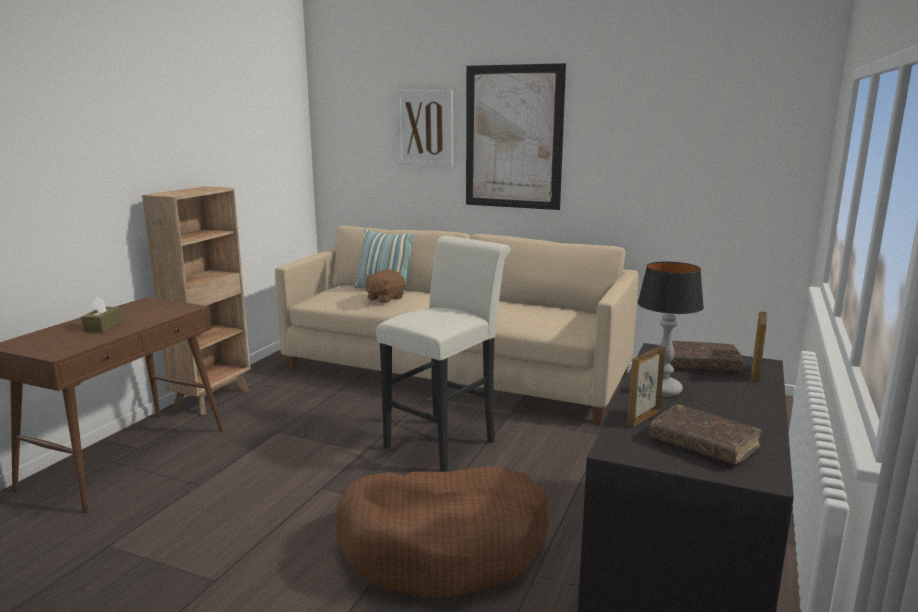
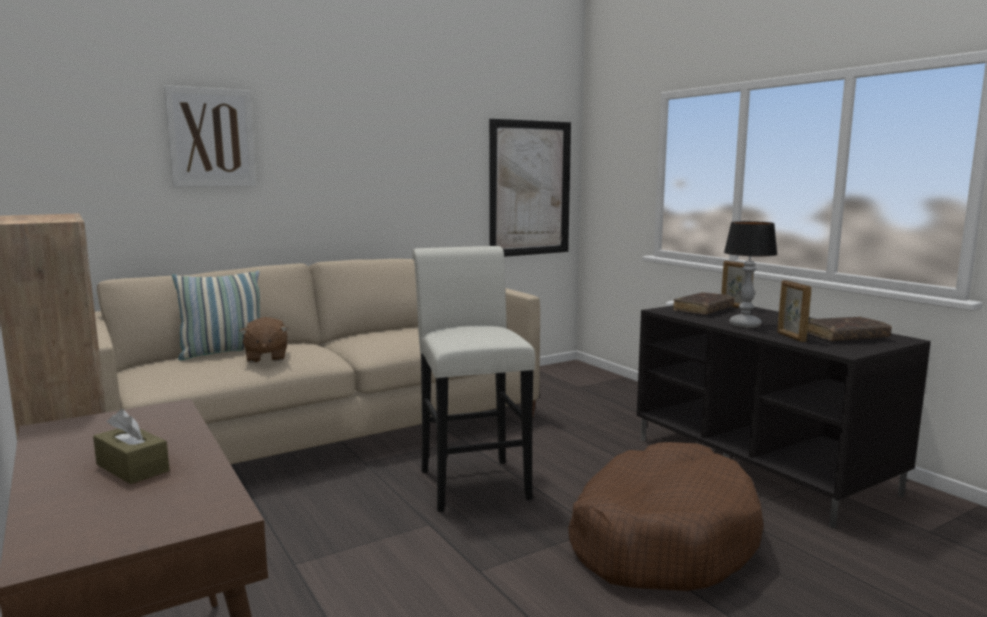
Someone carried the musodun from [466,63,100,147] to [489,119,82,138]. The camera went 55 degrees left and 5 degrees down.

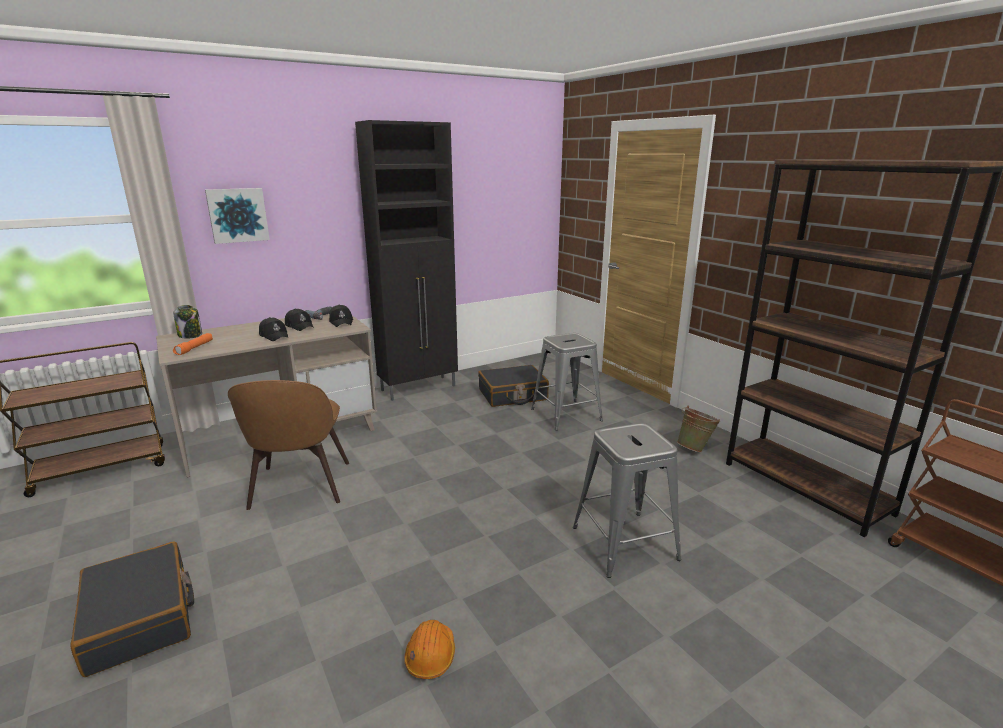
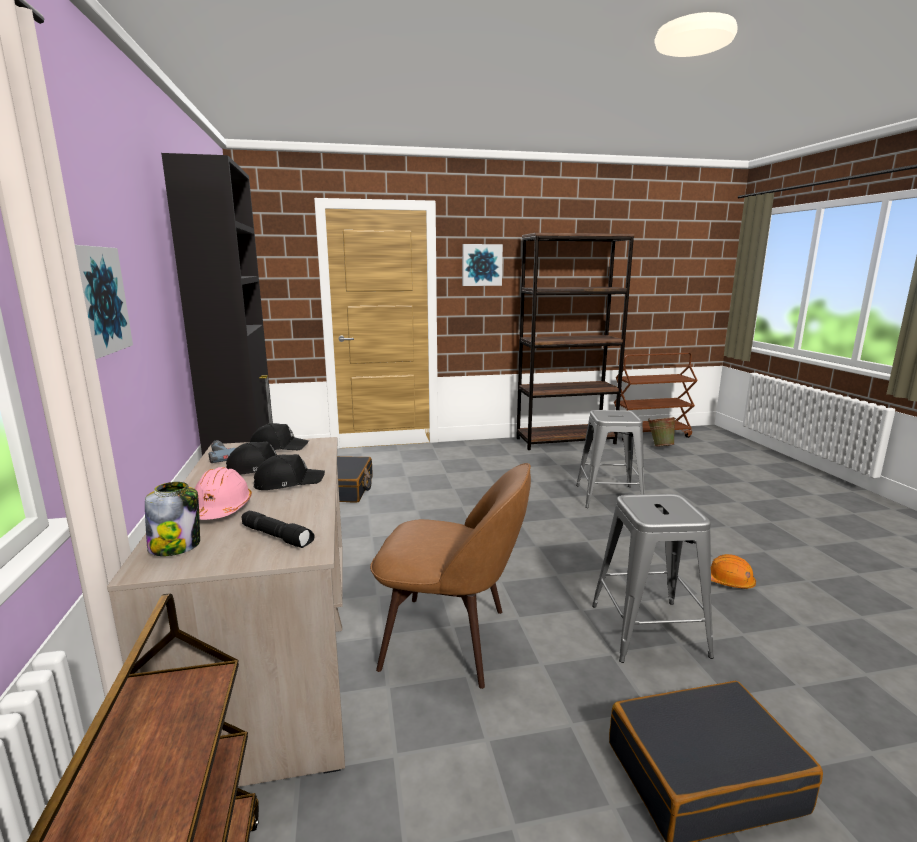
Someone put down the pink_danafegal at [195,467,57,53]. Someone repainted the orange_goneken at [173,333,40,22], which became the black_goneken at [242,511,72,37]. Someone put up the musodun at [462,244,41,42]. Someone carried the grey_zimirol from [531,333,72,98] to [592,494,122,169]. Someone carried the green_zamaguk from [677,405,44,48] to [648,417,28,30]. The camera went 70 degrees left and 5 degrees down.

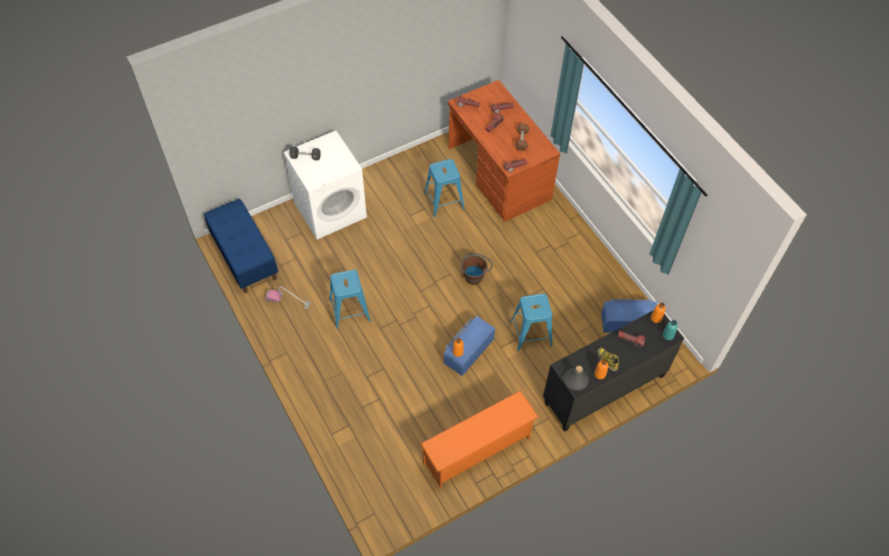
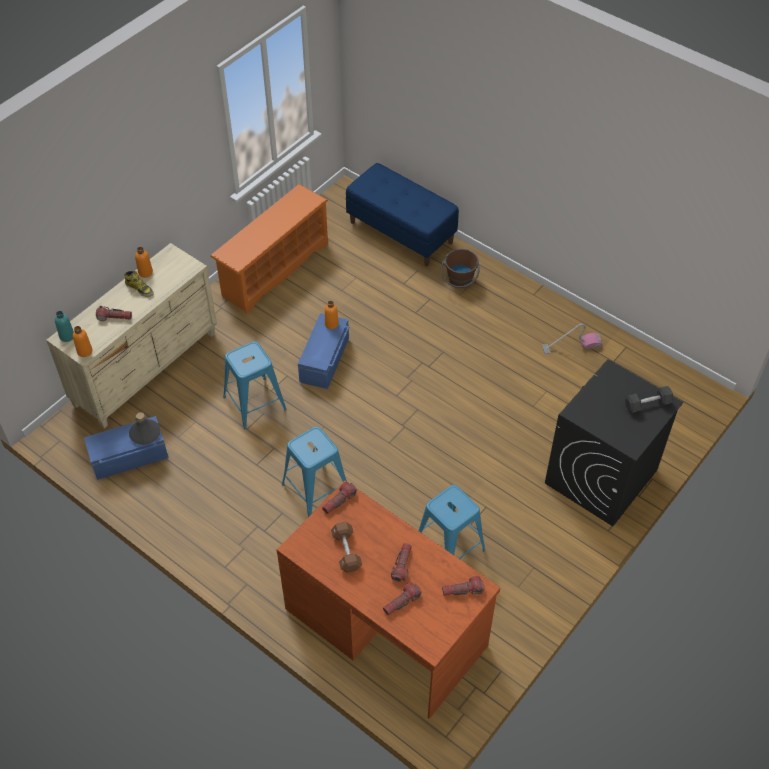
Someone repainted the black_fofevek at [543,310,141,122], which became the beige_fofevek at [46,243,171,186]. Someone carried the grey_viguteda from [564,366,25,24] to [129,412,32,33]. Someone carried the blue_zimirol from [329,270,42,59] to [282,426,65,91]. Someone carried the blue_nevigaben from [204,199,74,94] to [346,163,113,103]. Someone carried the brown_zamaguk from [461,253,32,32] to [441,249,39,39]. Someone repainted the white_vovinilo at [283,131,84,108], which became the black_vovinilo at [545,359,138,167]. The camera went 160 degrees right and 5 degrees down.

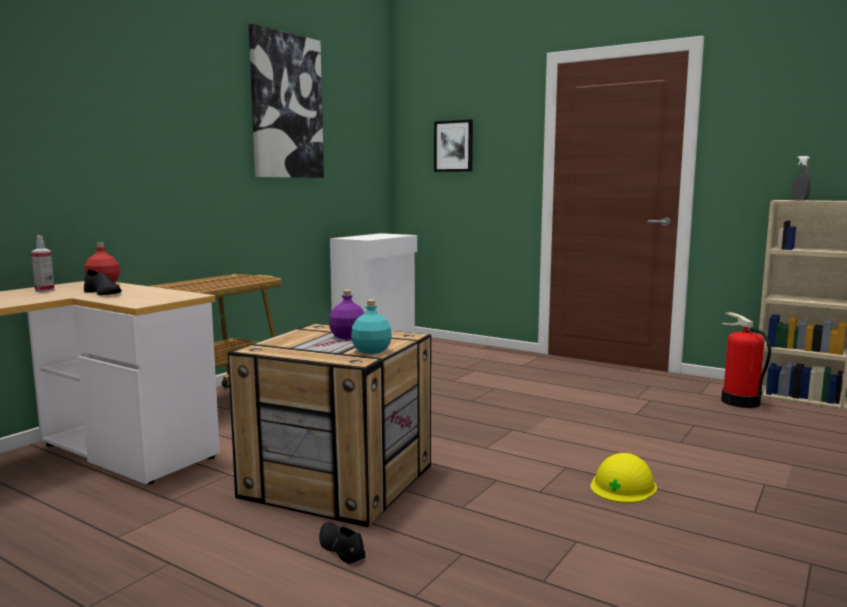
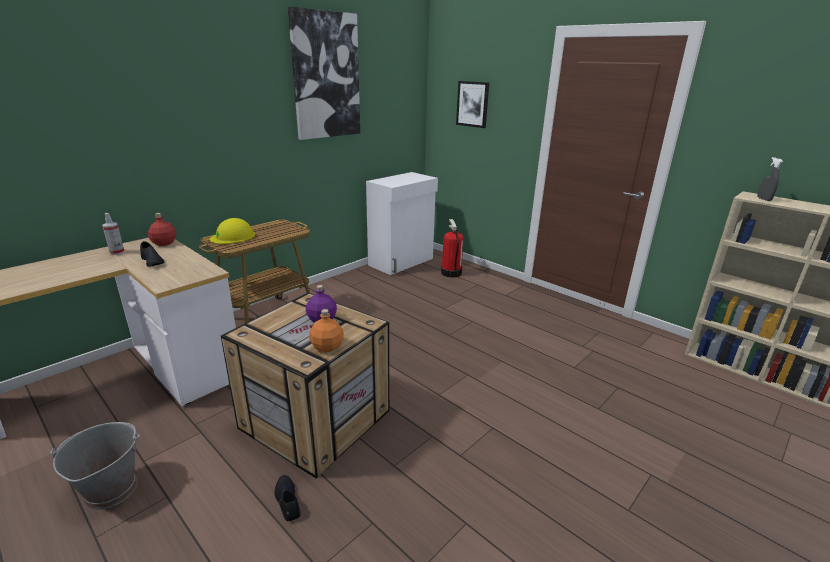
Someone put down the grey_zamaguk at [50,422,90,88]. Someone carried the yellow_danafegal from [590,453,67,50] to [210,218,45,26]. Someone repainted the turquoise_viguteda at [351,299,41,55], which became the orange_viguteda at [309,309,35,43]. Someone carried the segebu from [721,312,50,96] to [441,219,23,58]. The camera went 10 degrees right and 15 degrees up.

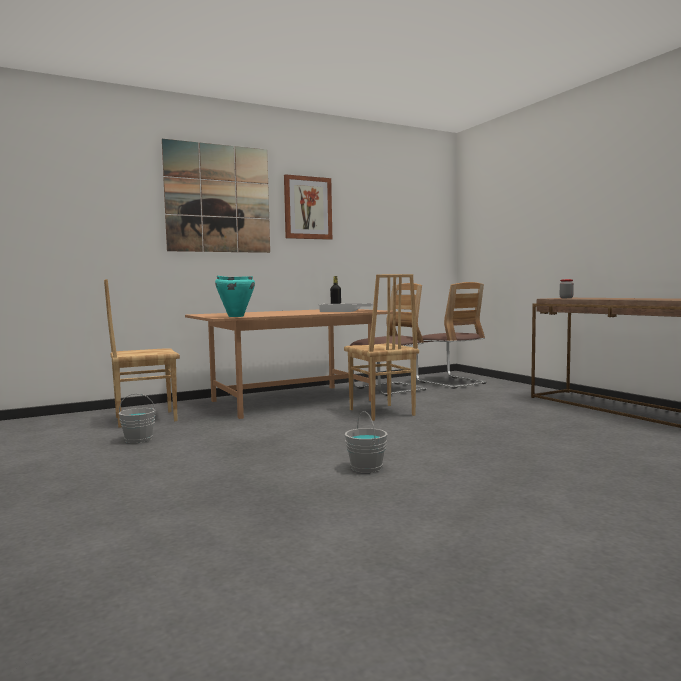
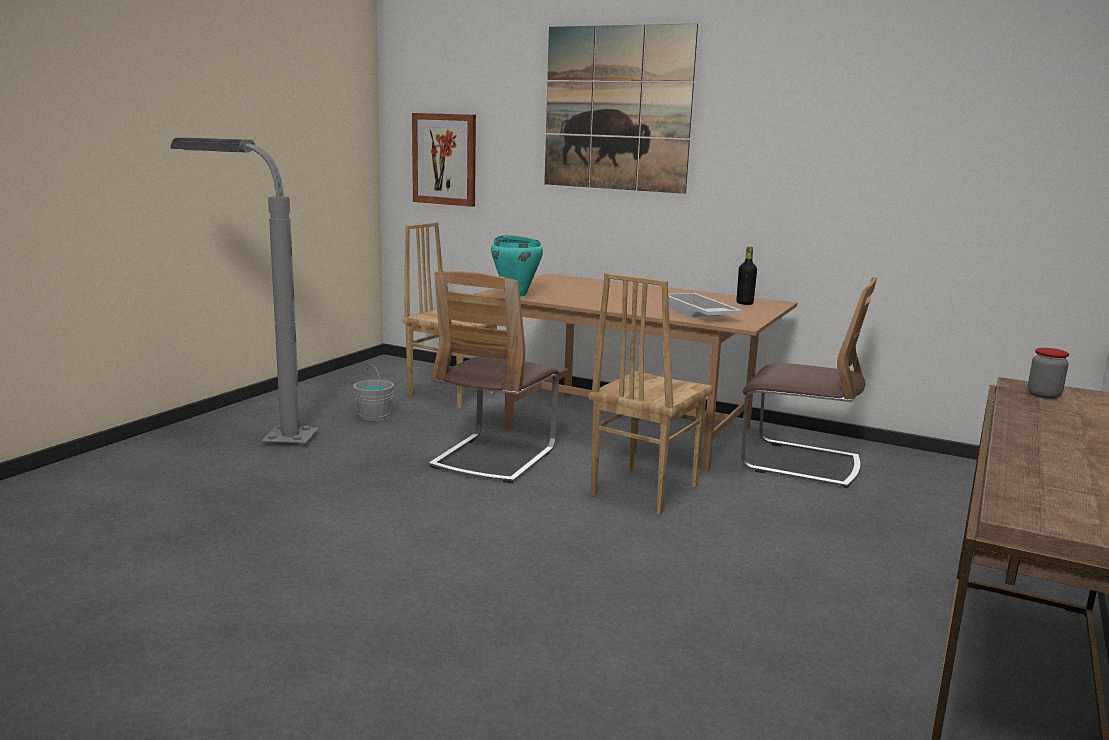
Someone put down the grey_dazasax at [170,138,149,308]. Someone carried the musodun from [284,174,48,66] to [412,113,64,94]. Someone carried the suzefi from [416,282,71,107] to [428,271,131,212]. Someone took away the grey_zamaguk at [345,411,43,62]. The camera went 55 degrees right and 10 degrees up.

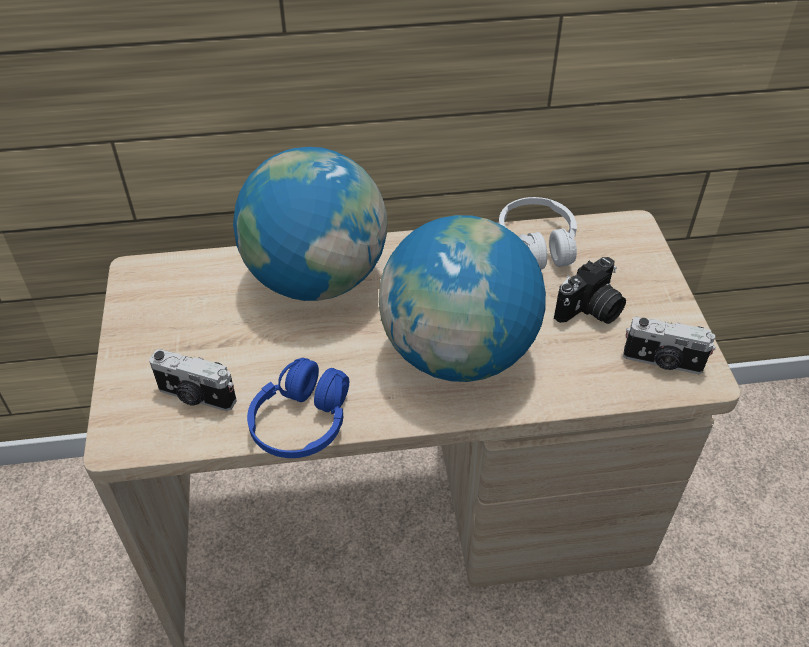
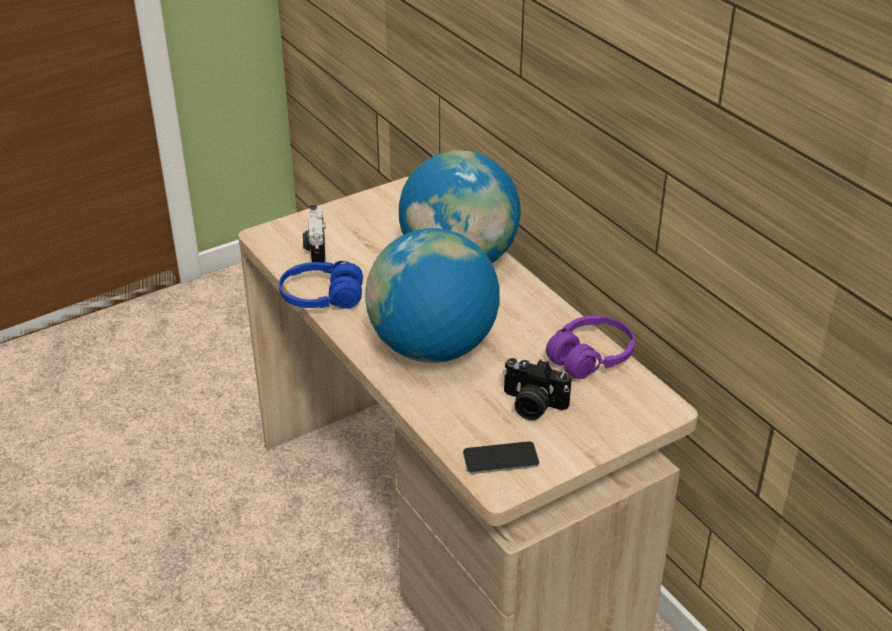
Someone swapped the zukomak at [623,317,92,57] for the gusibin at [463,441,76,33]. Someone repainted the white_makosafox at [499,197,78,73], which became the purple_makosafox at [546,316,89,63]. The camera went 65 degrees right and 10 degrees down.

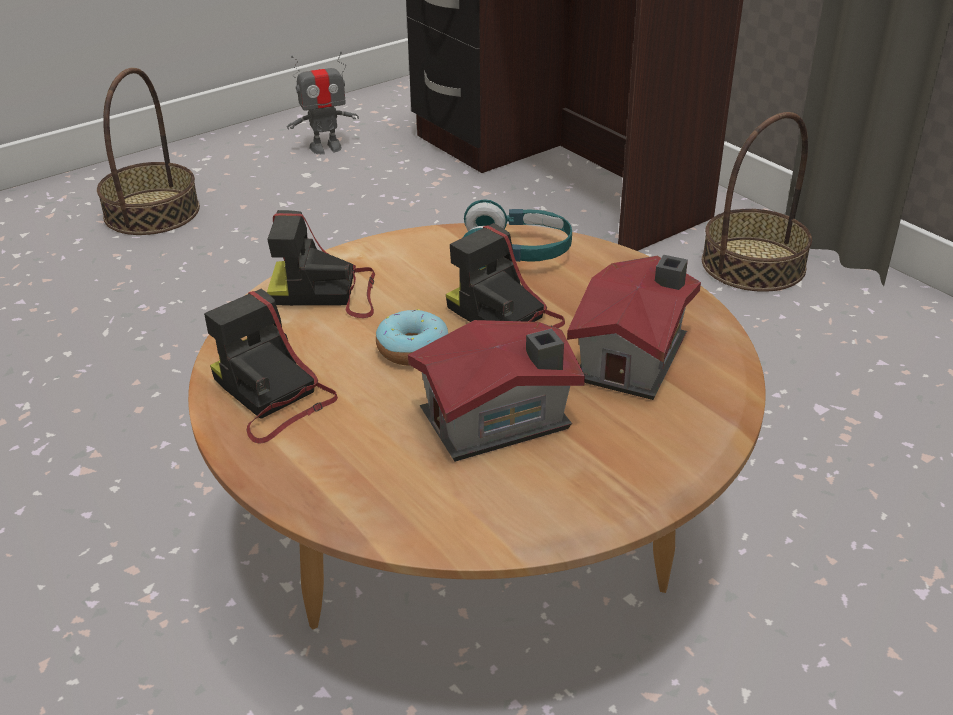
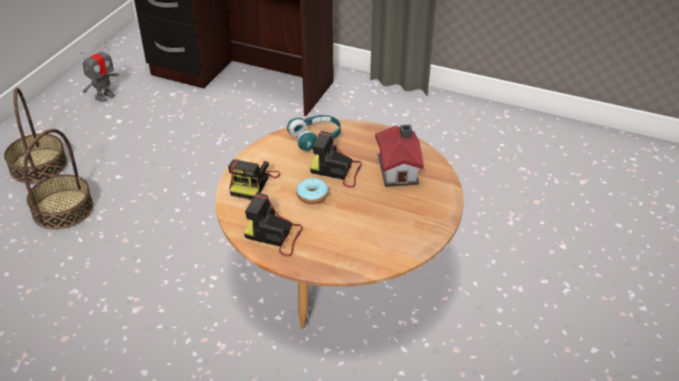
Someone carried the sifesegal from [702,112,110,180] to [23,129,70,100]. Someone rotated the zukomak at [267,210,108,108] by 45 degrees counterclockwise. Someone took away the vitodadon at [408,320,177,142]. The camera went 30 degrees left and 5 degrees up.

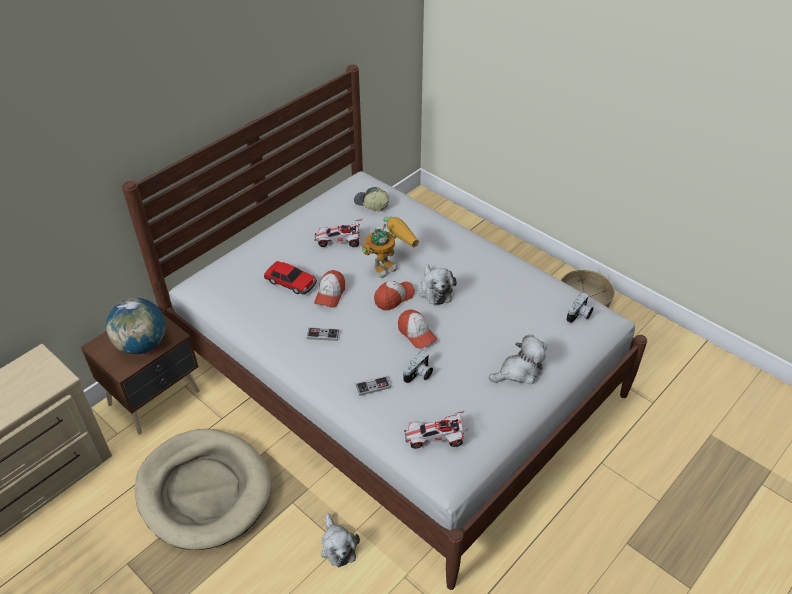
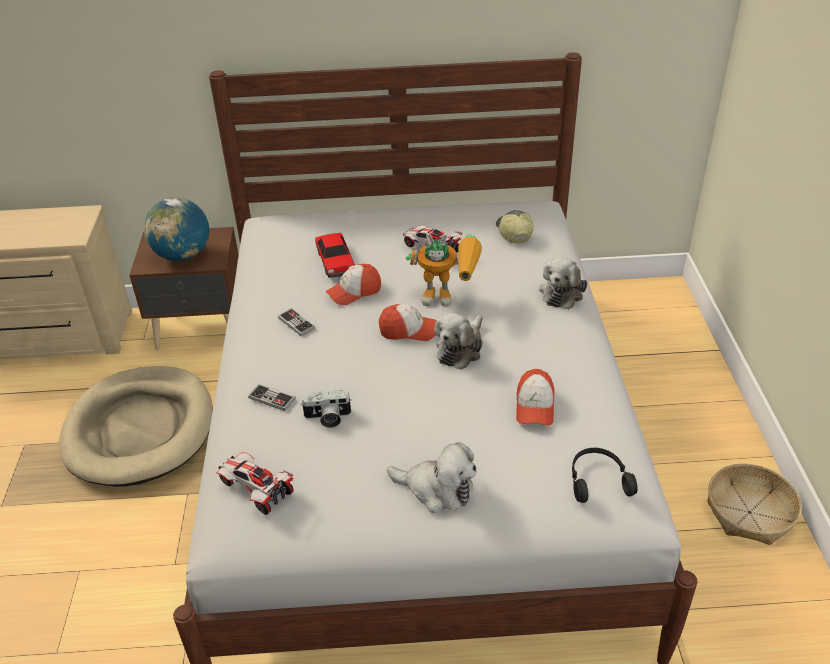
Someone carried the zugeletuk from [398,309,39,40] to [516,369,39,57]. Someone carried the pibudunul from [321,513,39,54] to [539,257,48,52]. Someone swapped the zukomak at [566,293,27,30] for the black_makosafox at [572,448,66,55]. The camera went 45 degrees right and 5 degrees down.

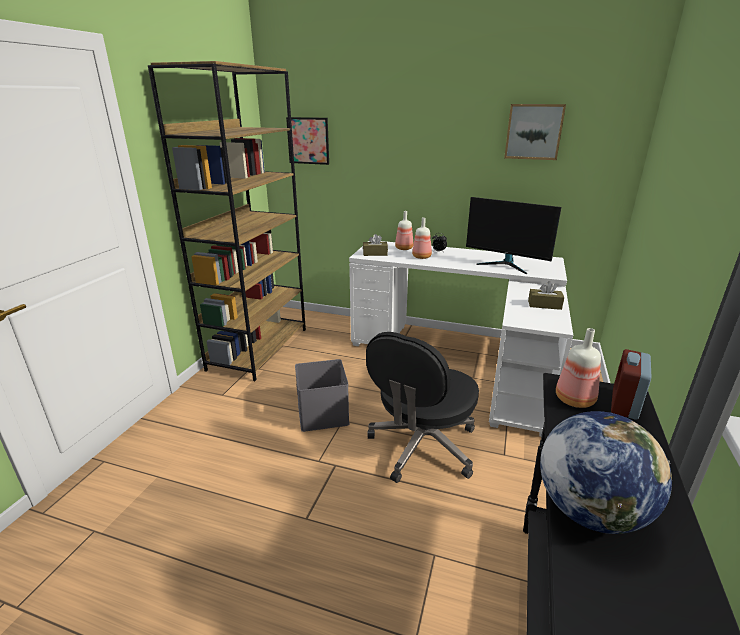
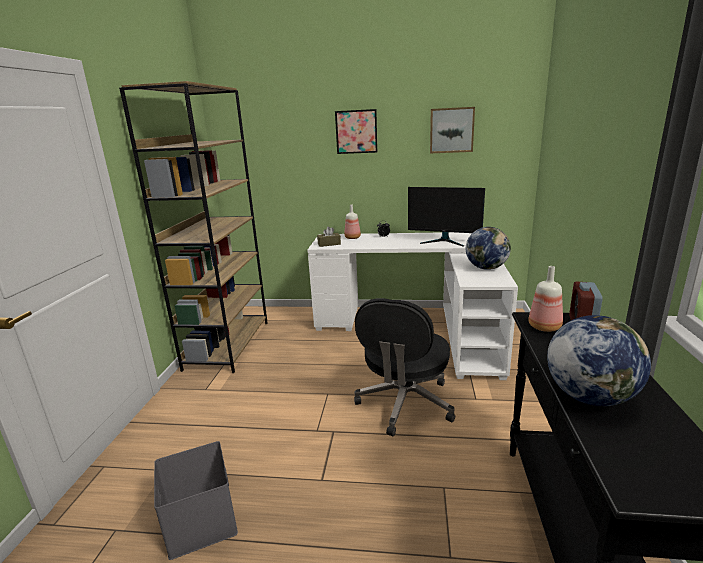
Someone carried the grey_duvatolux from [295,359,55,73] to [154,441,84,119]. Someone carried the musodun from [286,117,43,48] to [335,109,42,45]. Someone swapped the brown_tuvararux at [528,281,36,29] for the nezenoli at [466,227,45,43]. Someone took away the viguteda at [412,217,20,42]. The camera went 10 degrees left and 5 degrees down.

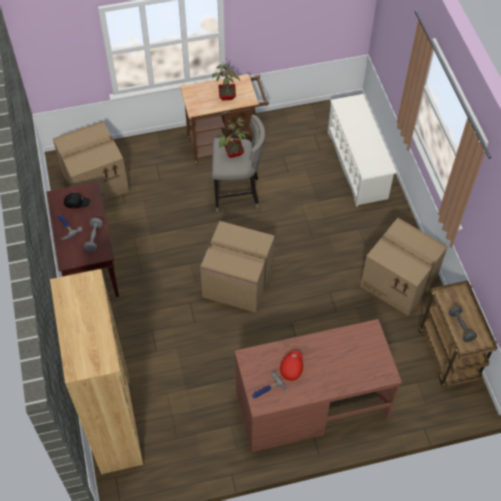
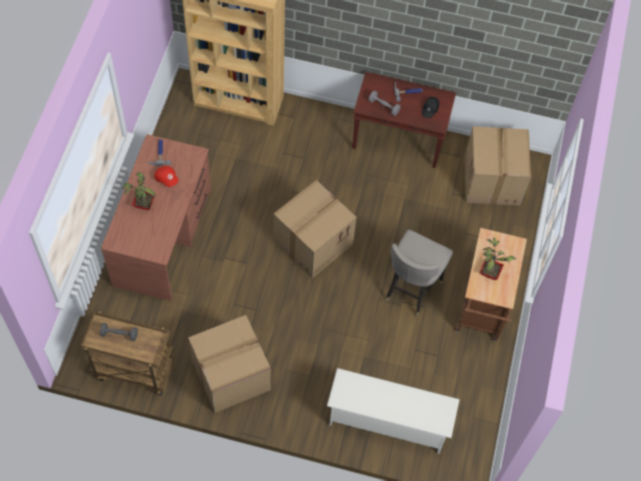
Someone carried the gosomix from [219,117,31,41] to [122,169,33,41]. The camera went 115 degrees right and 5 degrees up.

